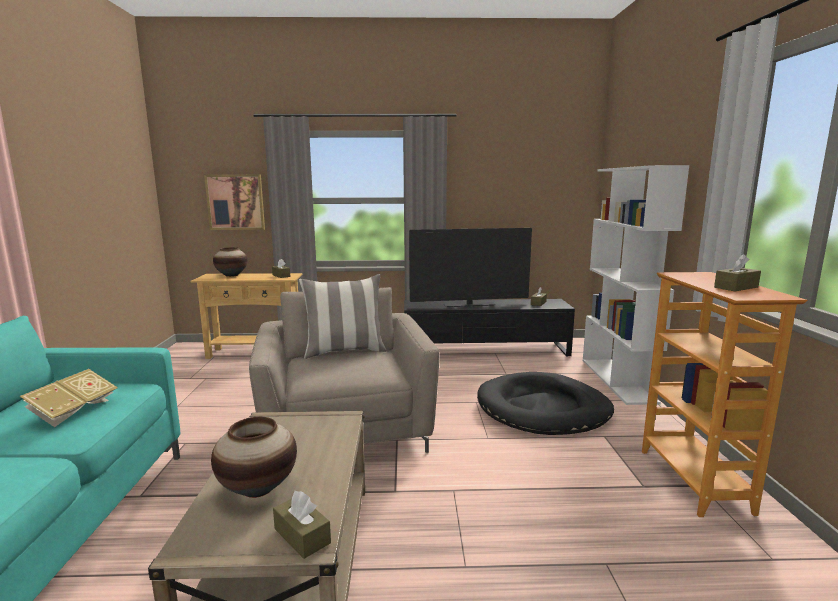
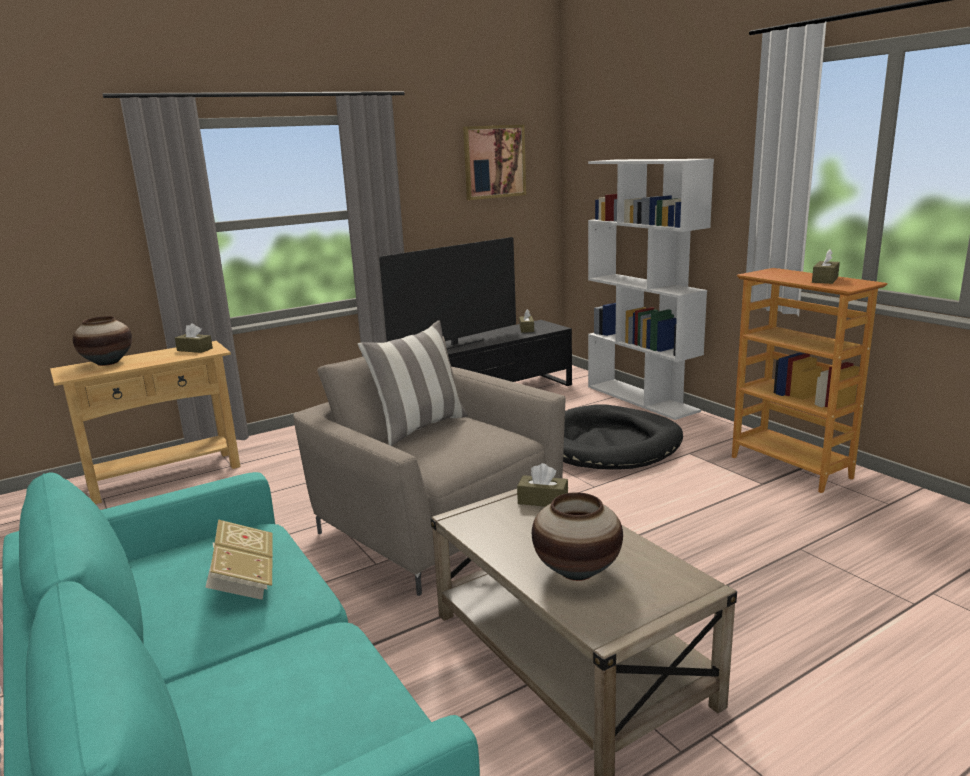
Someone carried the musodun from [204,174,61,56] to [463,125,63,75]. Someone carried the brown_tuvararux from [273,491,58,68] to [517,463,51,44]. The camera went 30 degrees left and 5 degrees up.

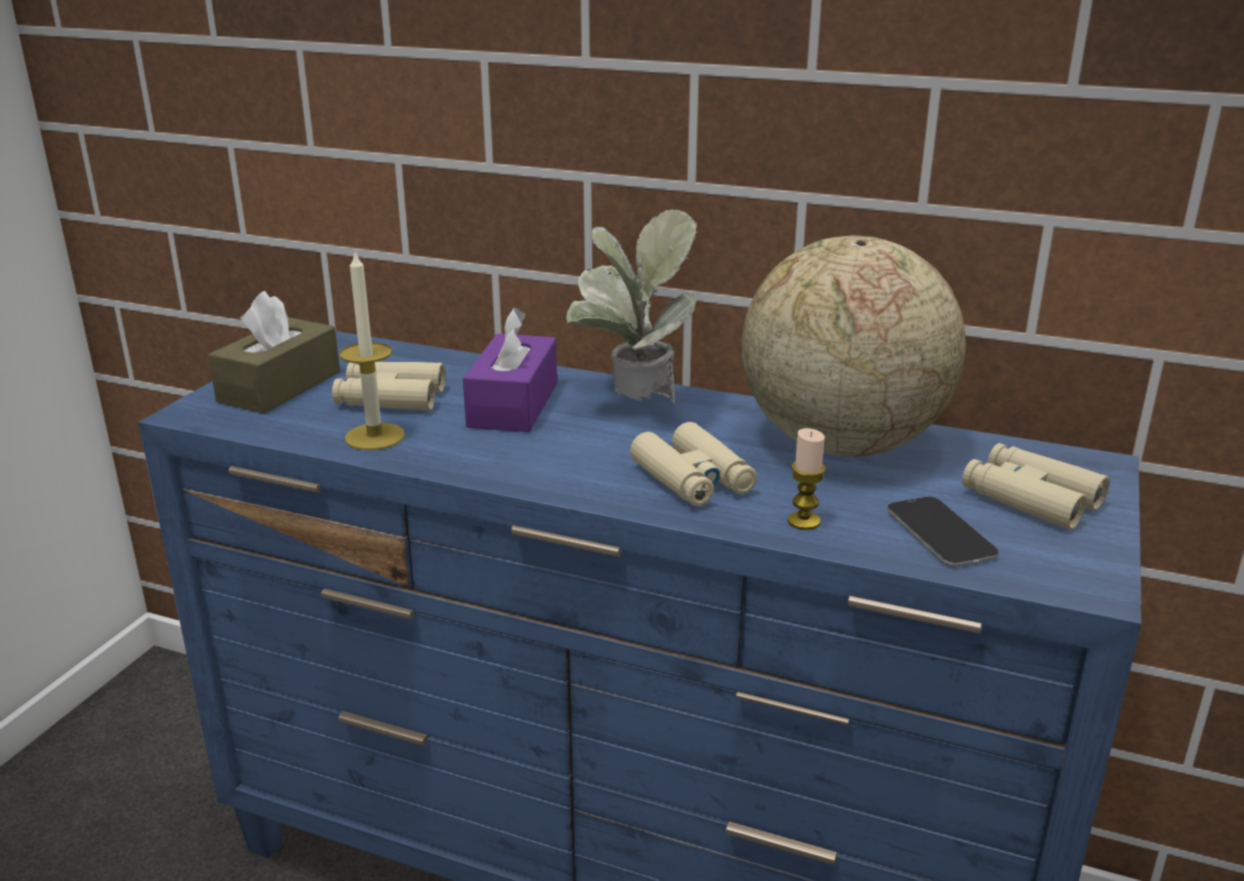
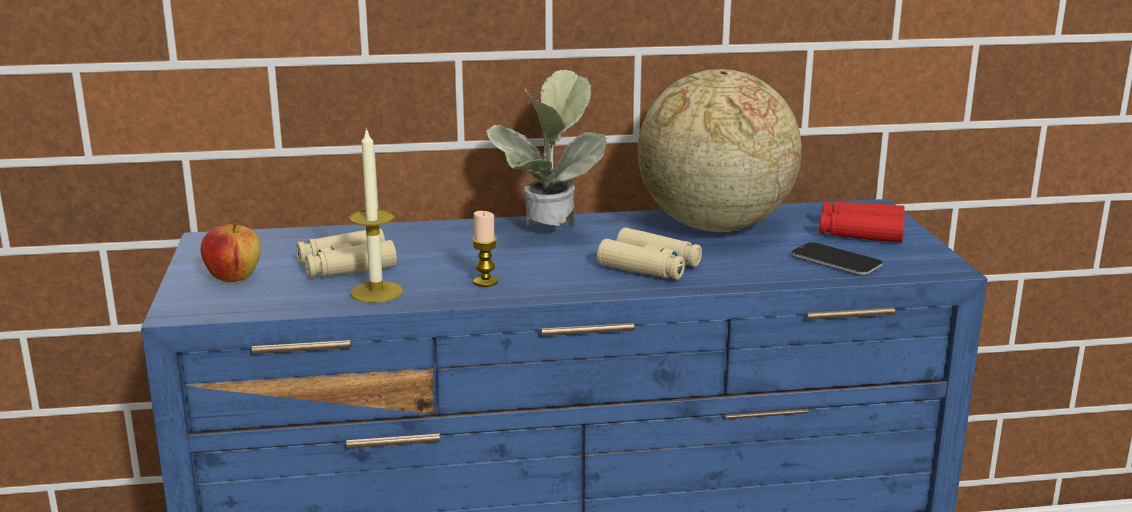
Someone swapped the brown_tuvararux at [208,291,132,123] for the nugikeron at [201,223,60,59]. Someone carried the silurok from [788,428,38,102] to [472,211,26,76]. Someone repainted the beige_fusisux at [962,443,148,87], which became the red_fusisux at [819,202,86,41]. Someone took away the purple_tuvararux at [463,308,94,124]. The camera went 30 degrees left and 5 degrees down.

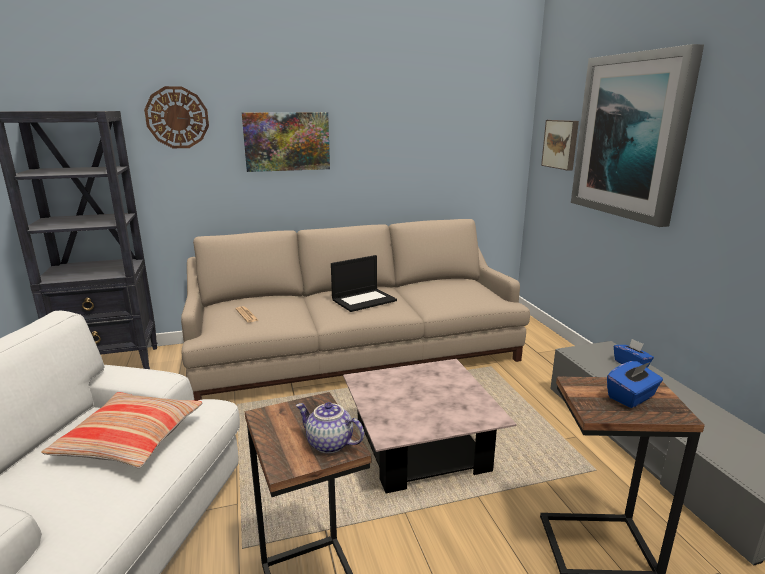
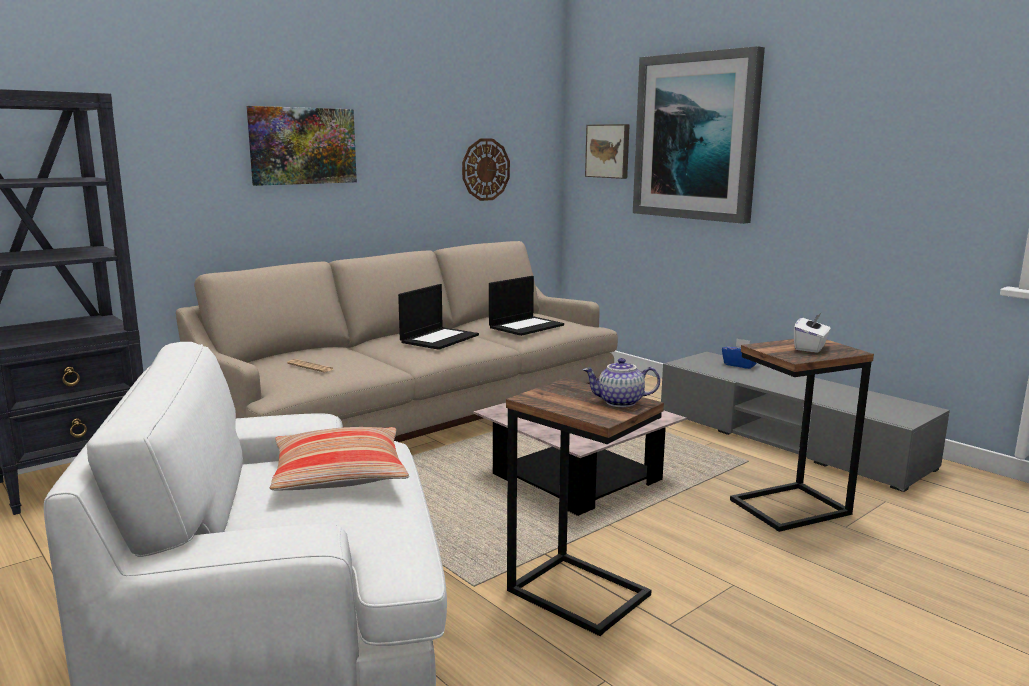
Someone carried the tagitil from [144,86,65,62] to [462,139,48,62]. Someone put down the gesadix at [489,276,75,60]. Someone repainted the blue_tuvararux at [607,361,56,47], which became the white_tuvararux at [794,312,37,41]. The camera went 25 degrees left and 5 degrees down.

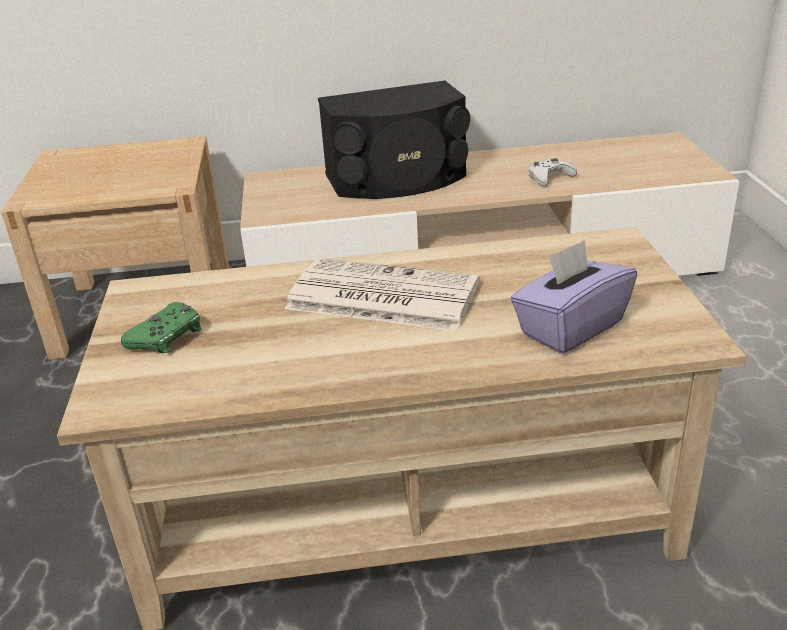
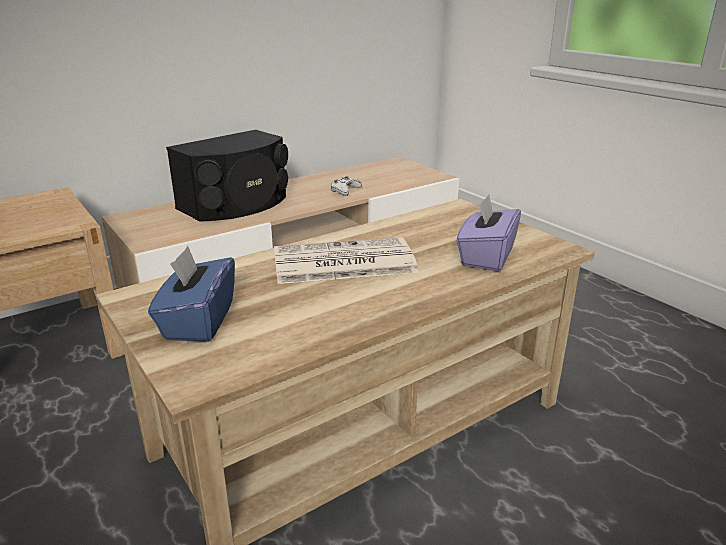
Someone swapped the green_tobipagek at [121,302,80,51] for the blue_tuvararux at [148,246,87,96]. The camera went 30 degrees left and 5 degrees down.

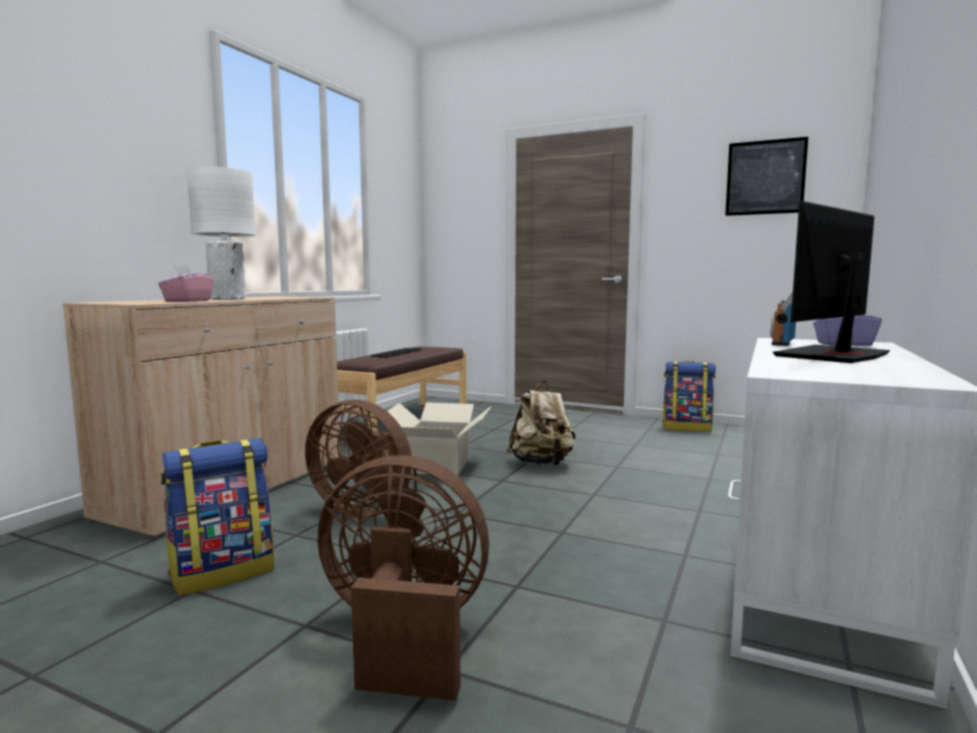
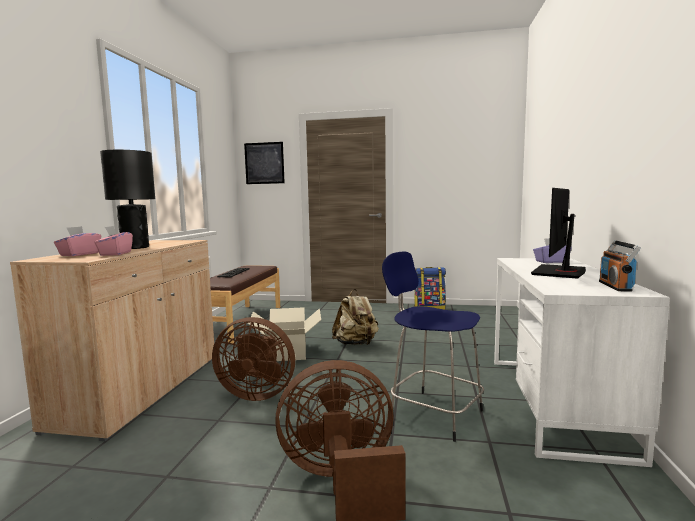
Someone put down the pink_tuvararux at [54,226,47,30]. Someone repainted the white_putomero at [187,167,68,133], which became the black_putomero at [100,150,55,99]. Someone carried the musodun from [725,137,83,79] to [244,142,41,42]. Someone put down the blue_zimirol at [382,251,102,191]. Someone carried the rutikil from [771,291,25,55] to [599,240,42,52]. Someone took away the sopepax at [161,438,113,158]. The camera went 15 degrees left and 0 degrees up.

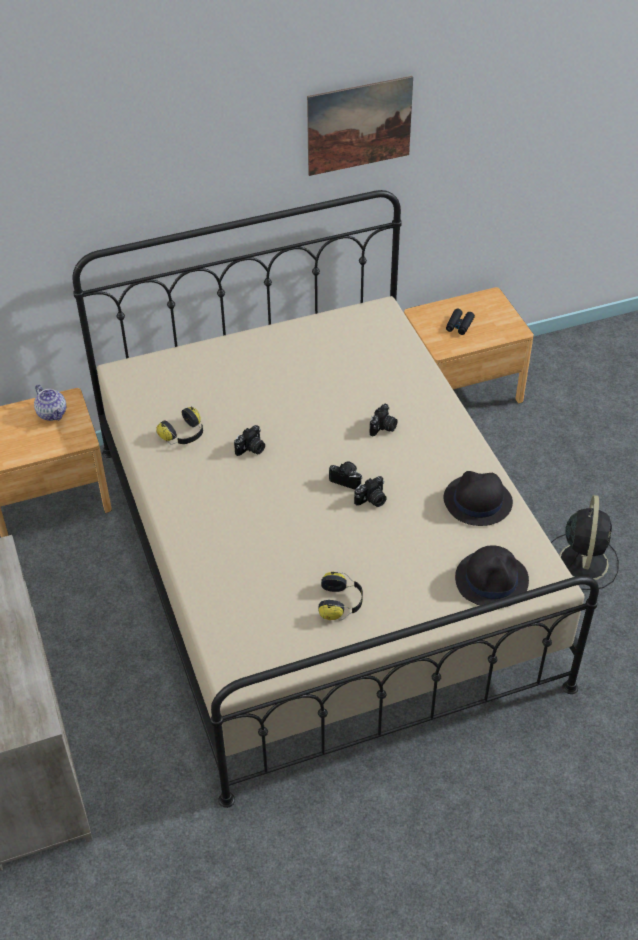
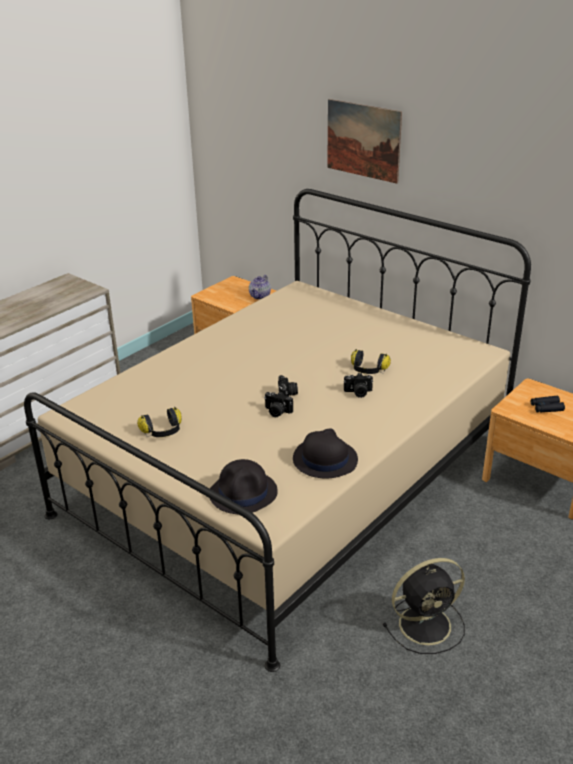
Someone carried the musodun from [307,76,106,100] to [327,99,75,85]. Someone carried the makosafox from [156,407,47,38] to [351,349,40,25]. Someone took away the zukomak at [234,425,31,31]. The camera went 60 degrees right and 15 degrees down.

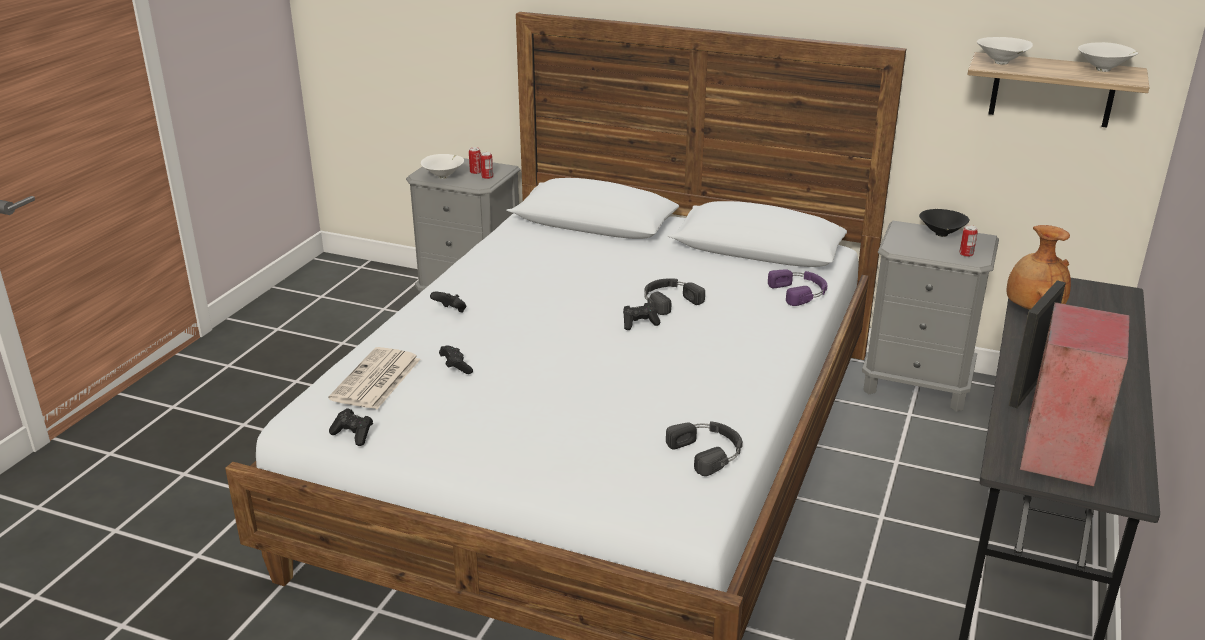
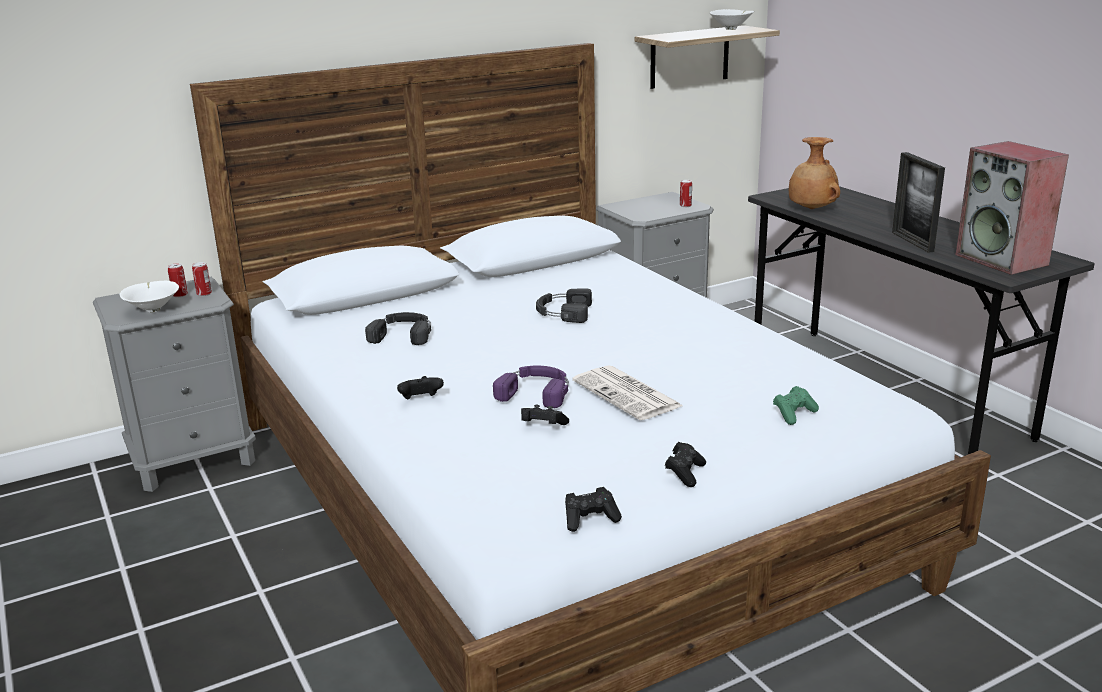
Someone carried the black_makosafox from [666,421,77,55] to [365,312,66,33]. Someone carried the purple_makosafox from [768,269,59,37] to [493,366,76,42]. Someone carried the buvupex from [328,347,93,62] to [572,365,111,55]. Someone carried the black_tobipagek from [623,303,37,27] to [665,442,41,45]. Someone put down the green_tobipagek at [773,386,46,39]. Someone took away the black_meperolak at [919,209,51,28]. Someone took away the white_meperolak at [977,37,56,28]. The camera went 50 degrees left and 5 degrees down.

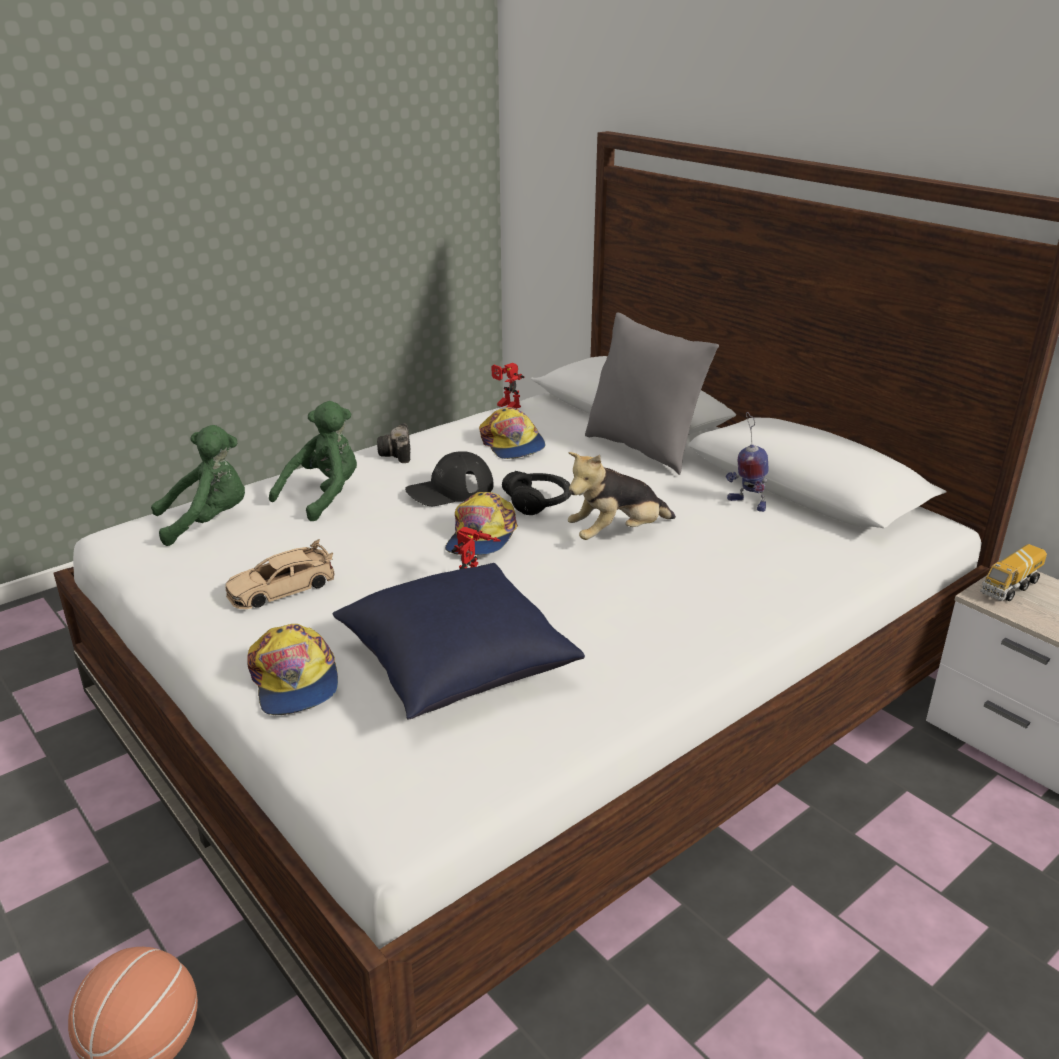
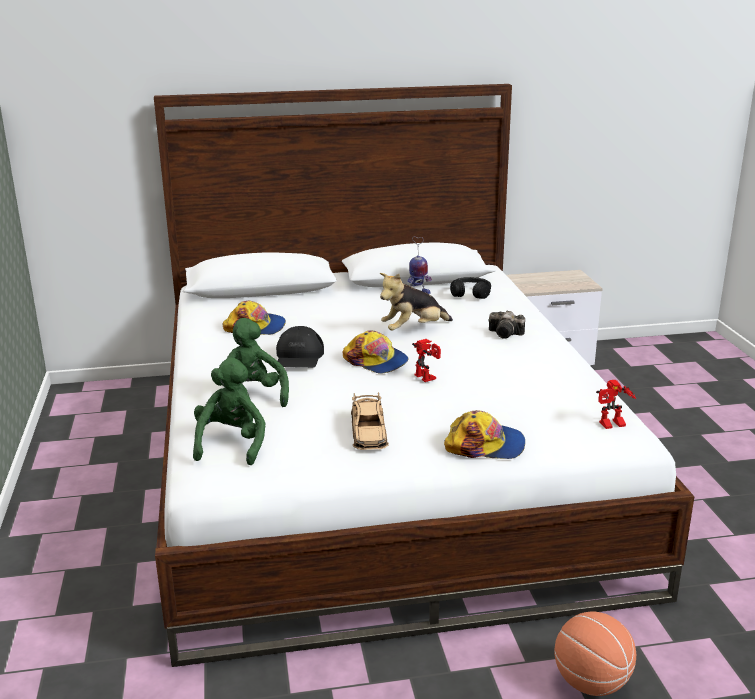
Someone rotated the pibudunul at [568,452,108,88] by 60 degrees clockwise. Someone carried the black_makosafox from [502,471,69,44] to [450,277,41,22]. Someone carried the zukomak from [377,424,33,39] to [488,311,37,28]. Someone carried the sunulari from [492,363,32,46] to [596,380,40,49]. Someone took away the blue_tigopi at [333,563,252,156]. Someone took away the grey_tigopi at [585,312,134,163]. Someone took away the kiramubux at [980,544,67,57]. The camera went 60 degrees left and 5 degrees down.

